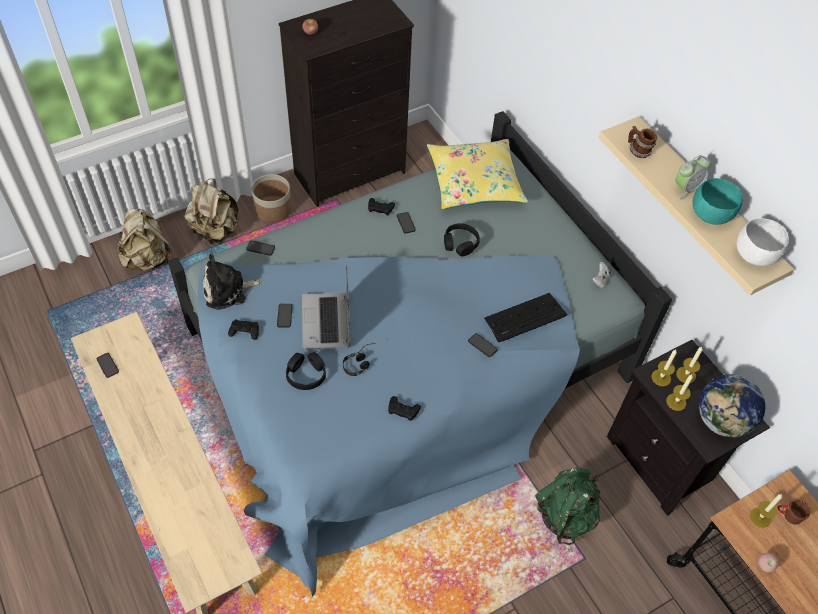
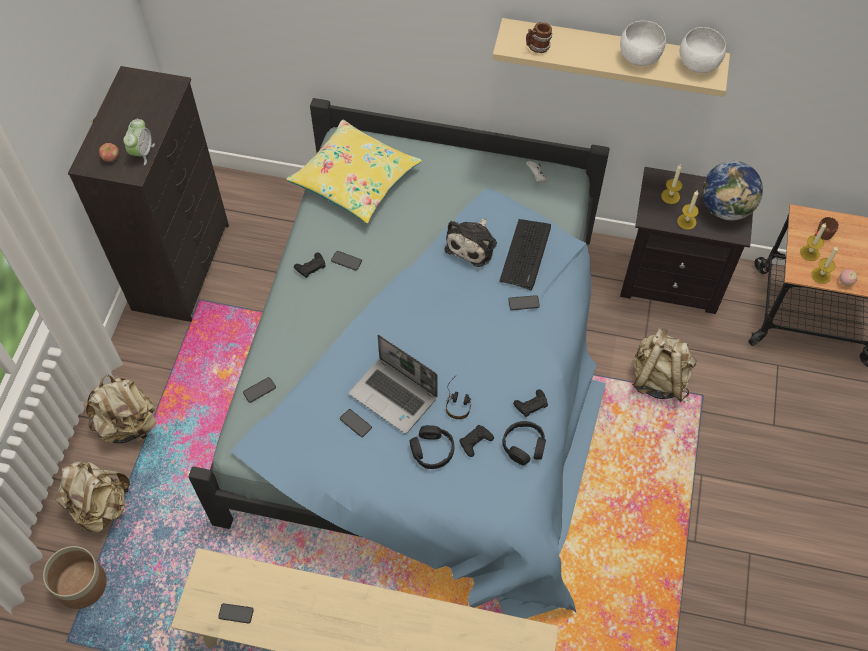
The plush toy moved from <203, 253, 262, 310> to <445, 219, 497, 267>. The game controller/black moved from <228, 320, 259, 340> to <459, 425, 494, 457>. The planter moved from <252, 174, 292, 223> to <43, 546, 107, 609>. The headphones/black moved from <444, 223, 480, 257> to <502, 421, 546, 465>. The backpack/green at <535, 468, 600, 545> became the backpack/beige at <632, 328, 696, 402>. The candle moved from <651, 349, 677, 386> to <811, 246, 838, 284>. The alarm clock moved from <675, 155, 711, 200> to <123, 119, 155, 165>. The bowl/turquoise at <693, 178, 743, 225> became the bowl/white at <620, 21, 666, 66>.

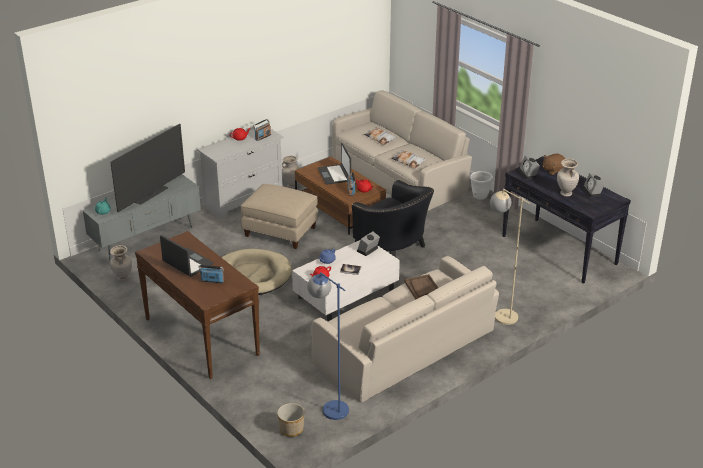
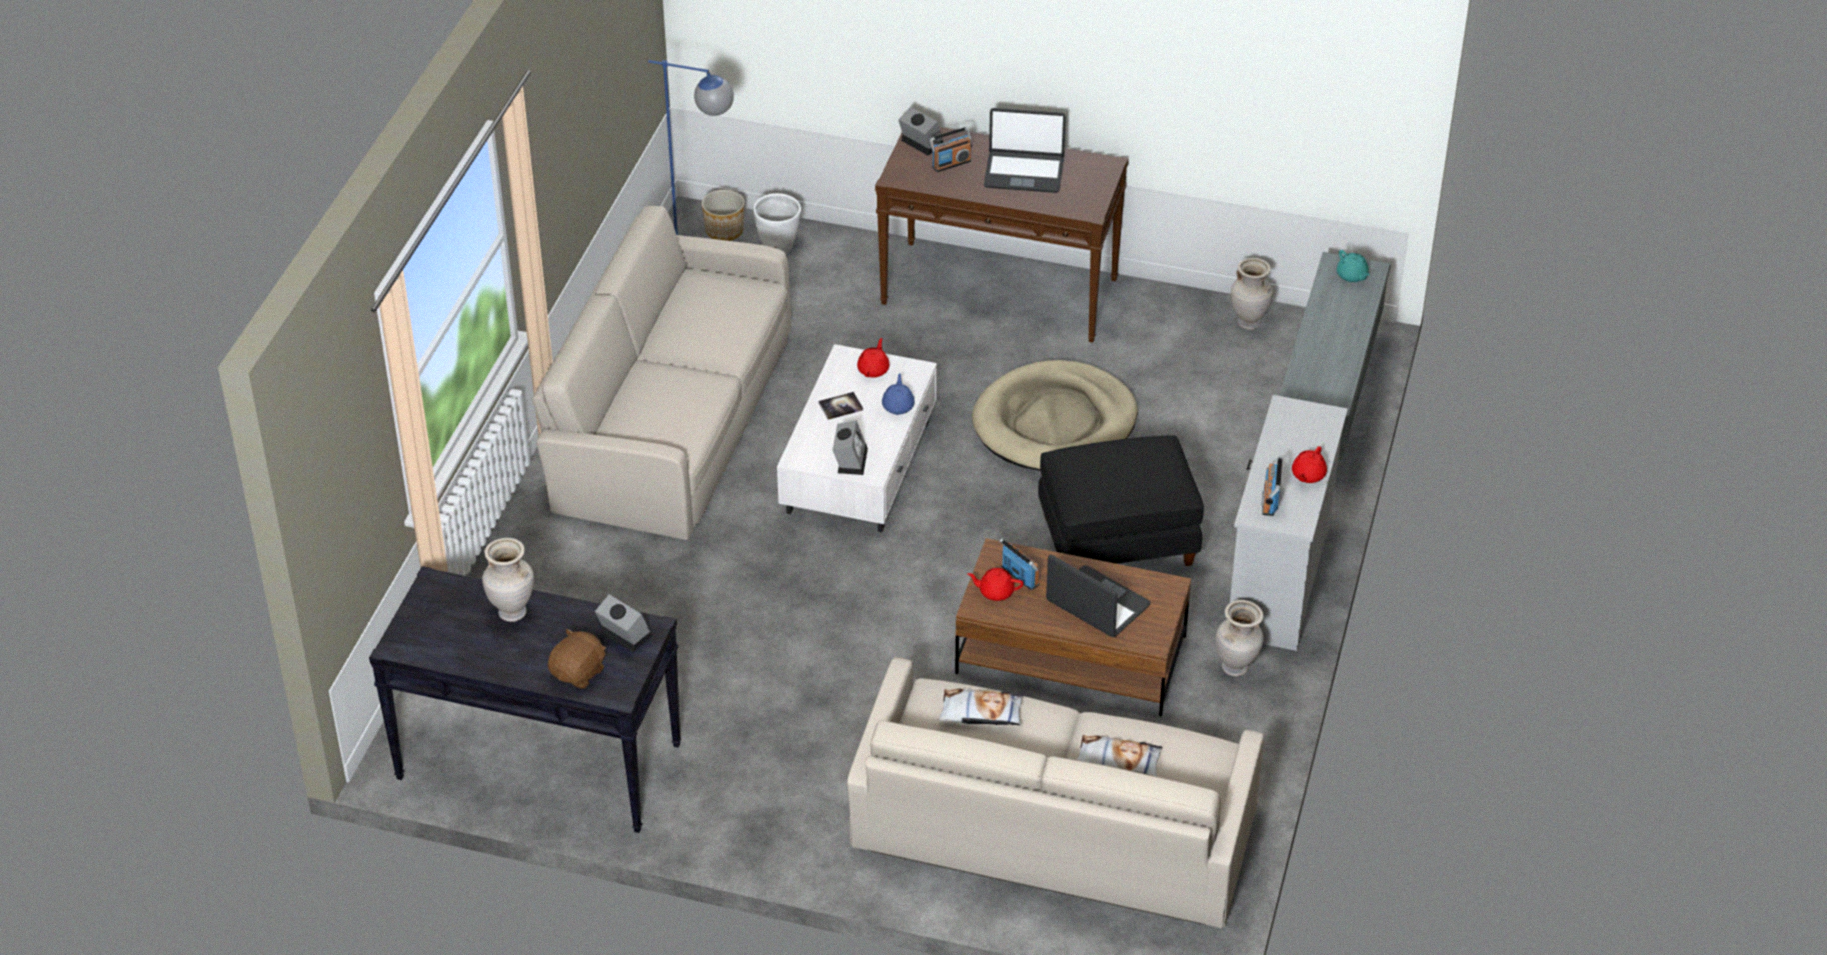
The television at <110, 124, 185, 212> disappeared. The ottoman/beige at <241, 184, 318, 249> became the ottoman/black at <1038, 435, 1204, 566>. The armchair/black at <352, 180, 434, 257> disappeared. The tray/brown at <404, 274, 438, 299> disappeared. The planter/white moved from <470, 171, 493, 200> to <753, 193, 801, 253>. The floor lamp/beige at <490, 189, 529, 325> disappeared. The alarm clock moved from <582, 173, 605, 198> to <898, 107, 943, 155>.

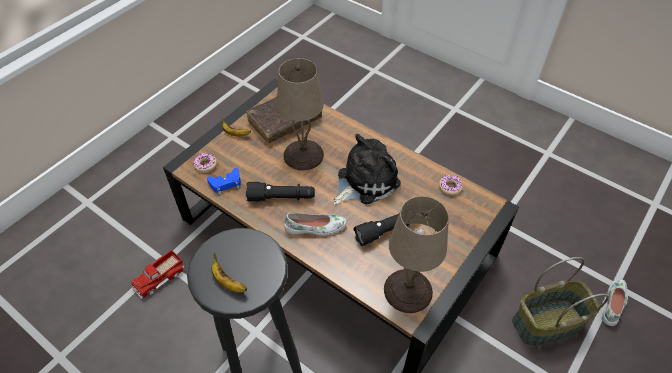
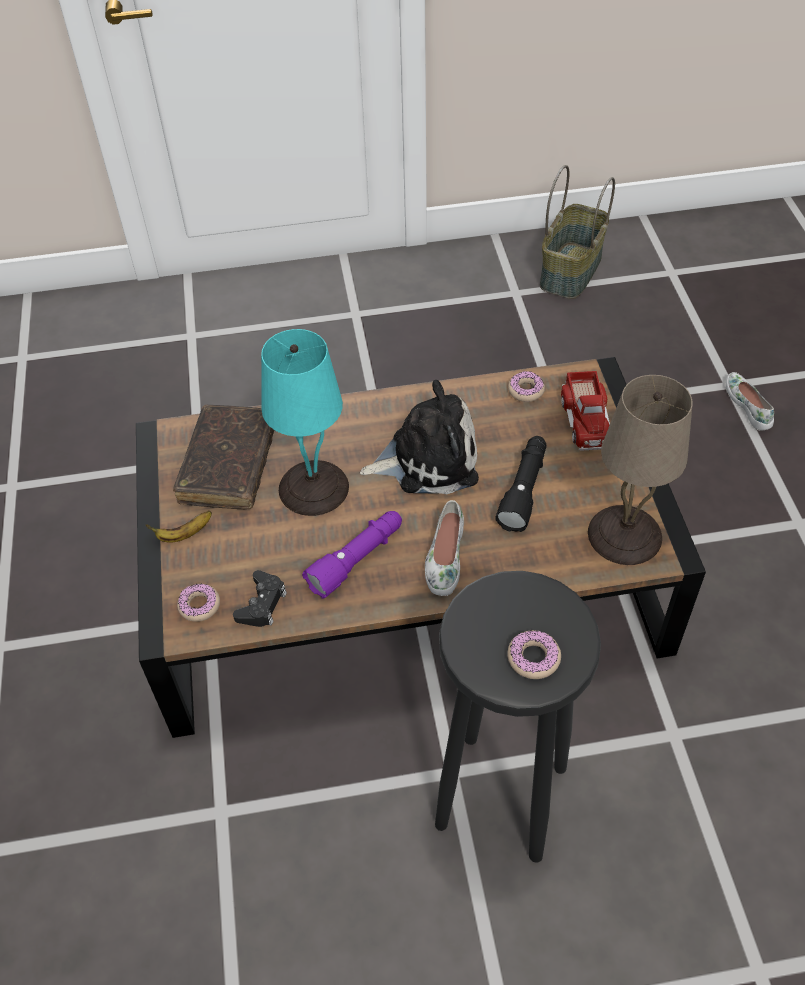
The toy truck moved from <131, 250, 184, 299> to <561, 371, 610, 451>. The game controller/blue at <207, 168, 241, 195> became the game controller/black at <233, 570, 287, 627>. The banana at <211, 253, 247, 293> was replaced by the donut at <507, 630, 561, 679>. The flashlight/black at <246, 182, 315, 201> became the flashlight/purple at <302, 511, 402, 599>. The table lamp/beige at <277, 58, 324, 170> became the table lamp/turquoise at <261, 329, 349, 516>. The shoe/white at <284, 213, 347, 236> turned 150 degrees clockwise. The plush toy at <333, 134, 401, 205> turned 75 degrees clockwise. The basket moved from <512, 257, 609, 346> to <540, 165, 615, 299>.

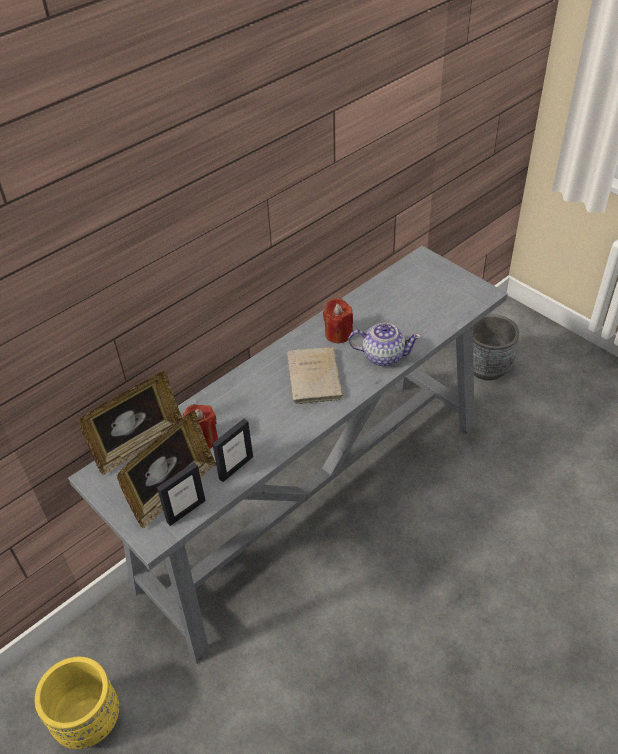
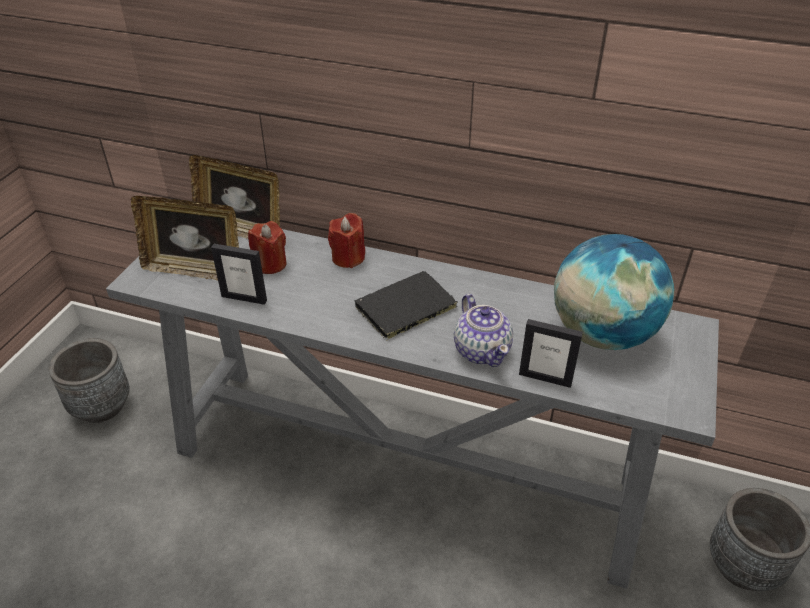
The planter/yellow at <35, 657, 119, 749> became the planter/grey at <49, 338, 130, 423>. The picture frame moved from <157, 462, 206, 526> to <519, 319, 583, 388>. The book/beige at <287, 347, 344, 404> became the book/black at <355, 271, 458, 341>. The candle/red moved from <323, 298, 353, 343> to <328, 213, 365, 268>. The globe at <554, 234, 674, 350> appeared.

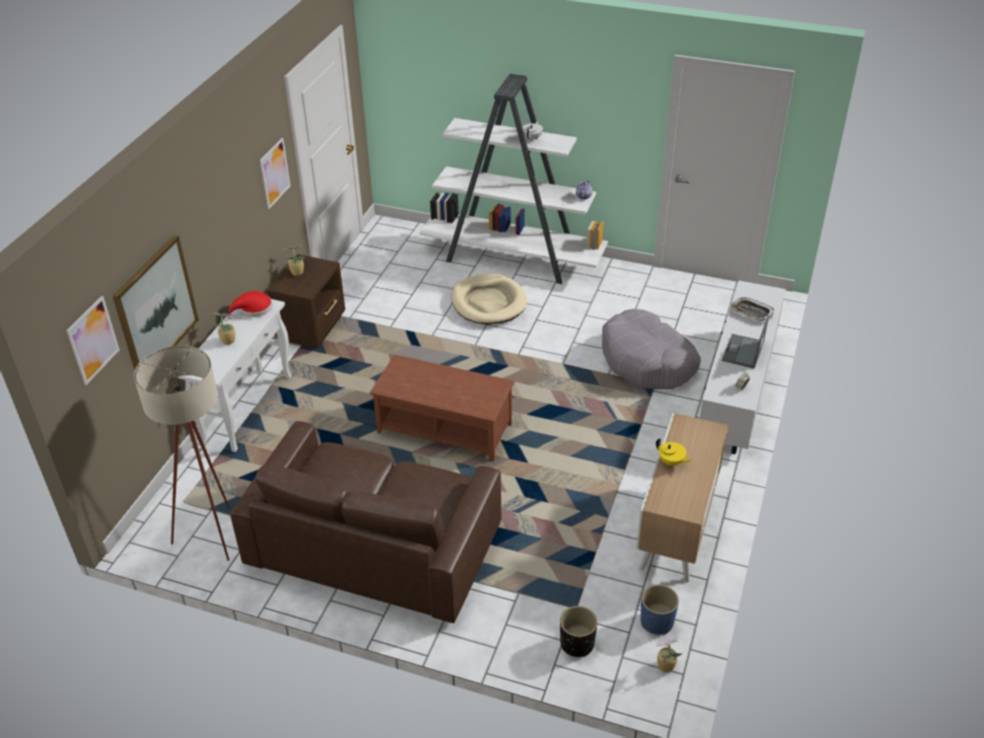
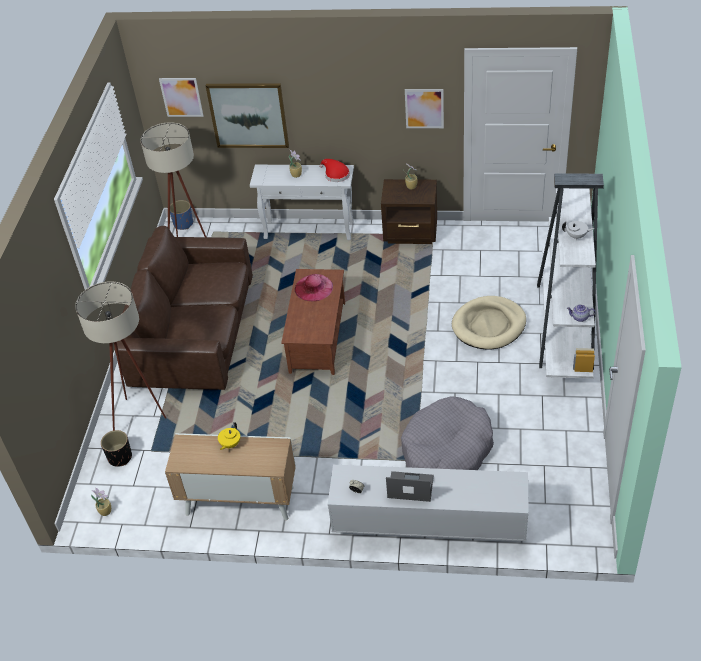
The planter/blue moved from <640, 584, 679, 635> to <170, 200, 193, 230>. The tray at <731, 297, 774, 321> disappeared. The floor lamp/beige at <75, 281, 166, 431> appeared. The hat/pink at <295, 274, 333, 301> appeared.

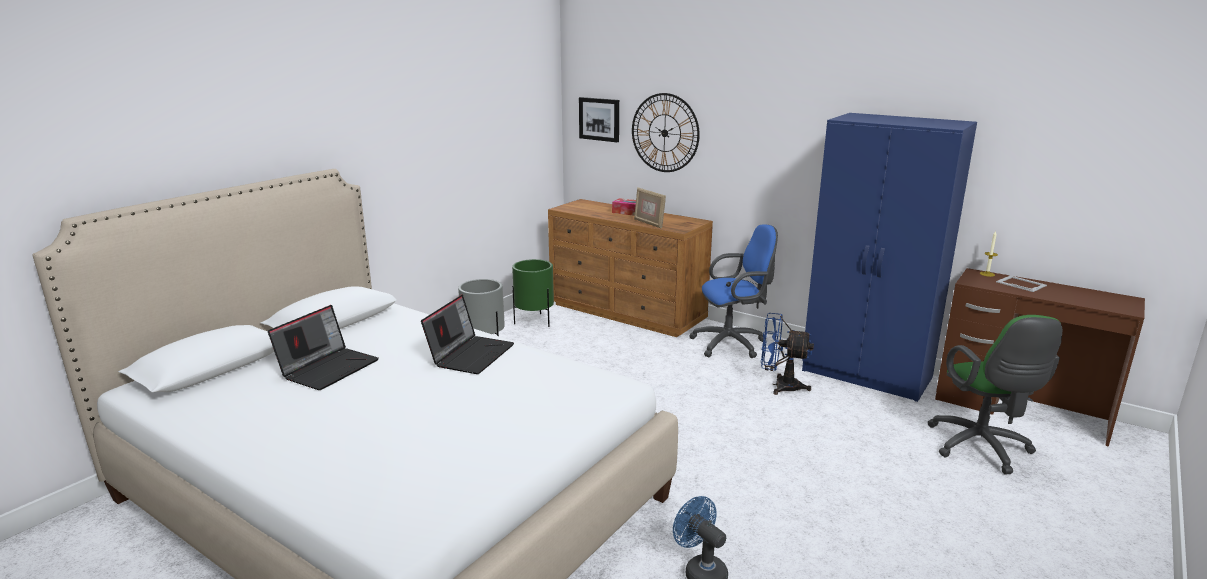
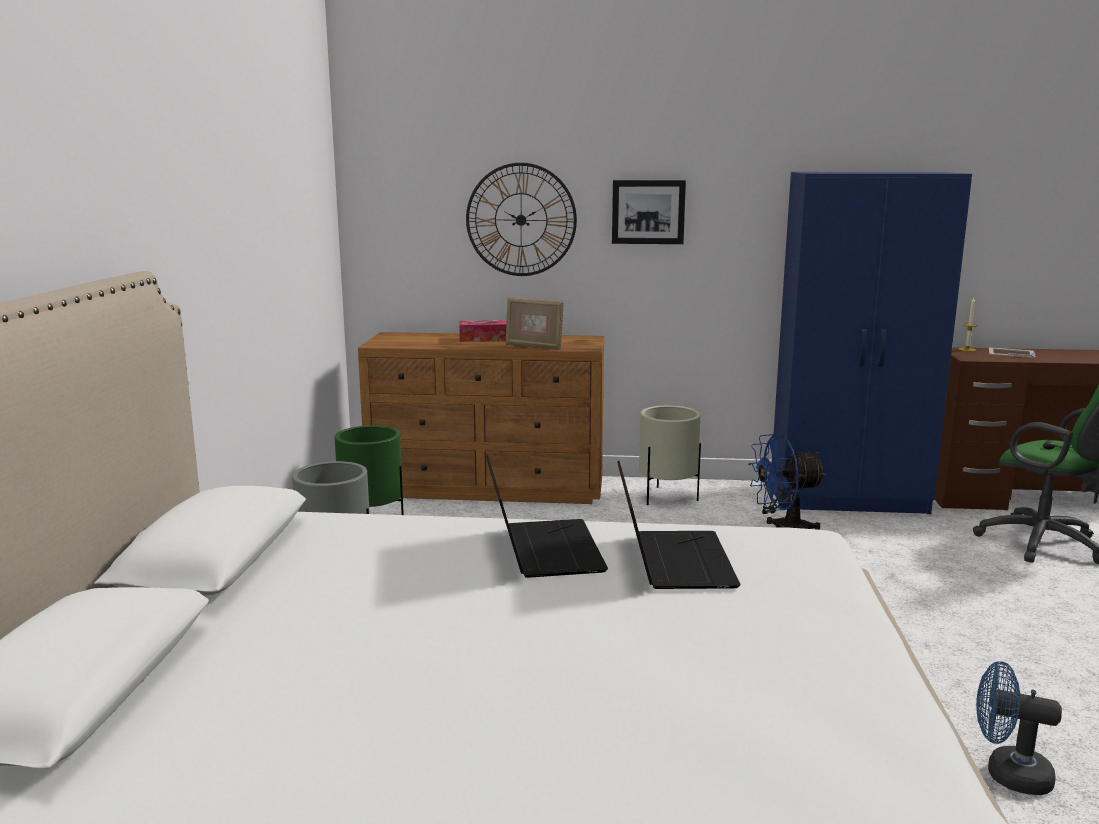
The laptop moved from <268, 305, 379, 390> to <617, 461, 741, 589>. The picture moved from <579, 97, 619, 142> to <612, 180, 686, 244>. The office chair/blue at <689, 224, 778, 358> was replaced by the planter/beige at <639, 406, 701, 505>.

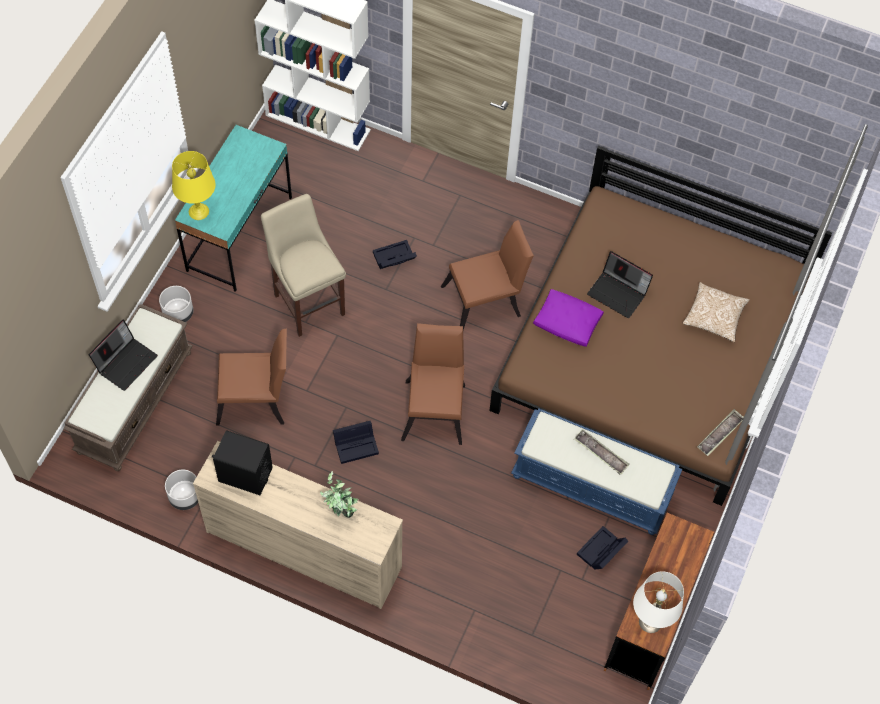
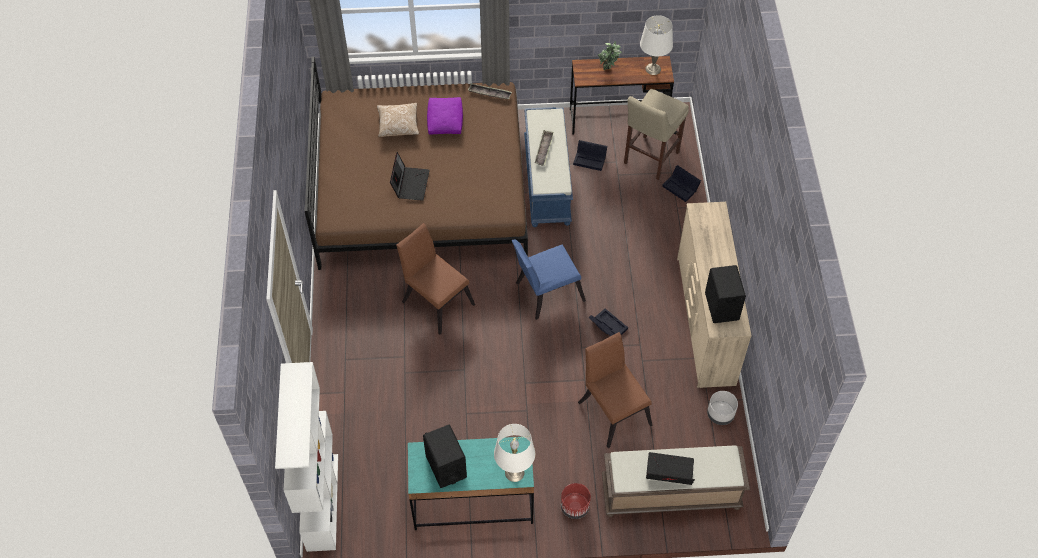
The planter/grey at <159, 286, 193, 322> became the planter/red at <561, 483, 591, 519>. The table lamp/yellow at <172, 151, 216, 220> became the table lamp/white at <494, 424, 535, 482>. The stool/beige moved from <261, 194, 346, 337> to <624, 89, 689, 180>. The potted plant moved from <320, 471, 359, 518> to <598, 42, 622, 70>. The storage box/black moved from <373, 240, 417, 269> to <662, 165, 701, 202>. The chair/brown at <401, 323, 465, 445> became the chair/blue at <512, 239, 586, 320>. The pillow/purple moved from <533, 289, 604, 347> to <427, 97, 463, 135>. The speaker/black at <423, 425, 467, 488> appeared.

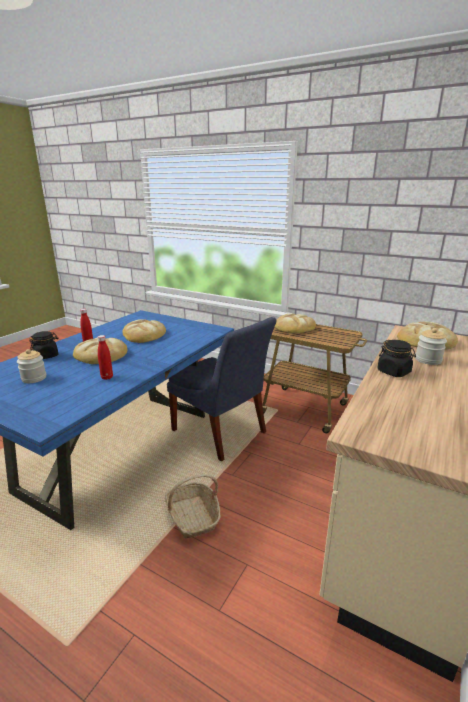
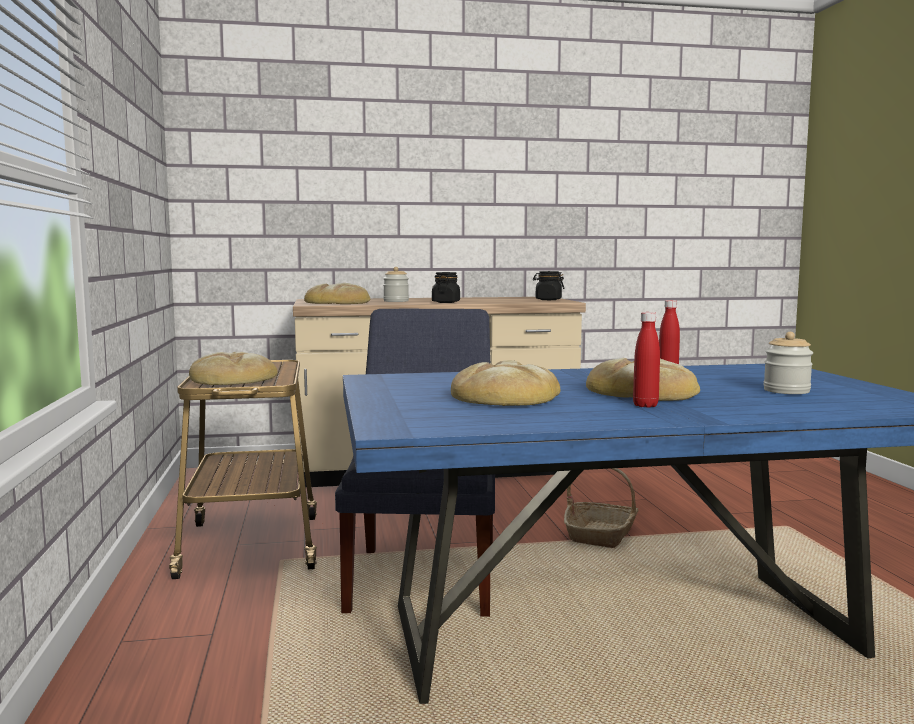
The jar/black moved from <30, 331, 58, 359> to <533, 271, 565, 300>.

